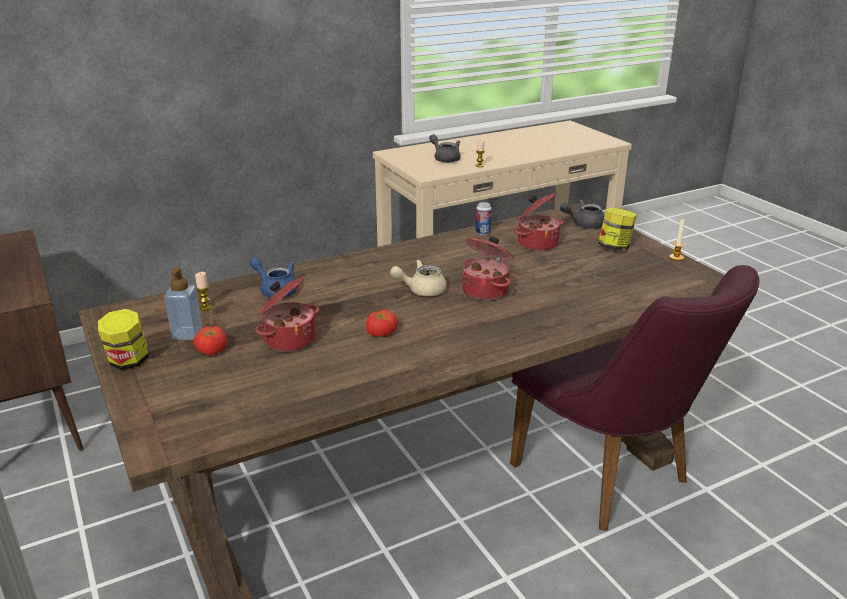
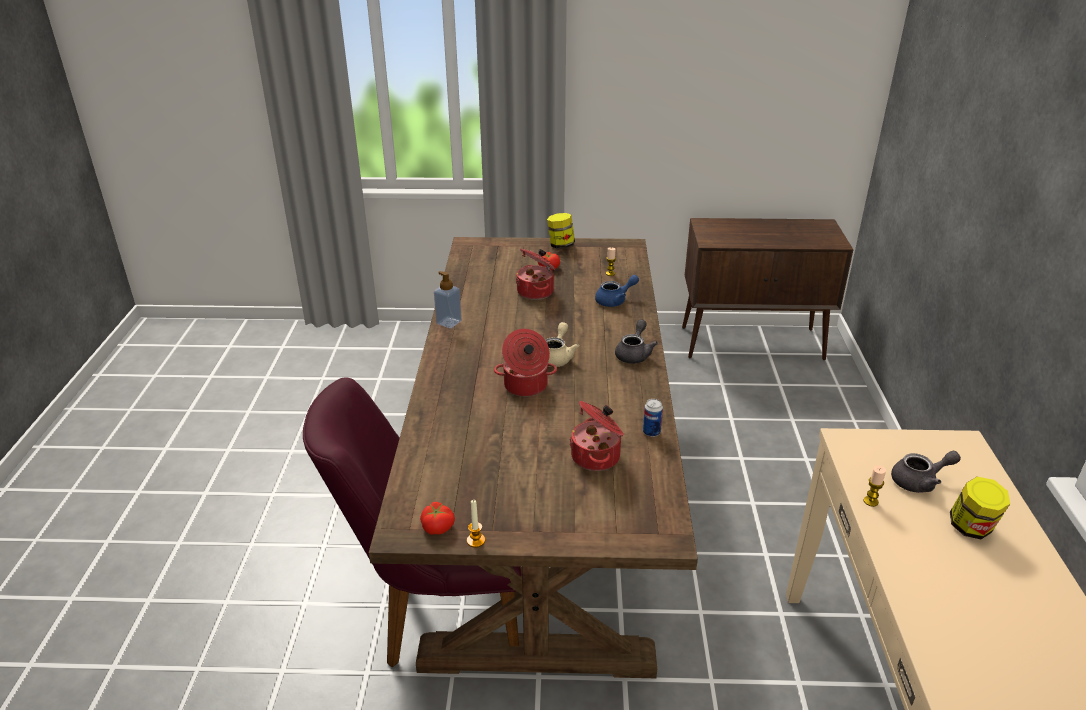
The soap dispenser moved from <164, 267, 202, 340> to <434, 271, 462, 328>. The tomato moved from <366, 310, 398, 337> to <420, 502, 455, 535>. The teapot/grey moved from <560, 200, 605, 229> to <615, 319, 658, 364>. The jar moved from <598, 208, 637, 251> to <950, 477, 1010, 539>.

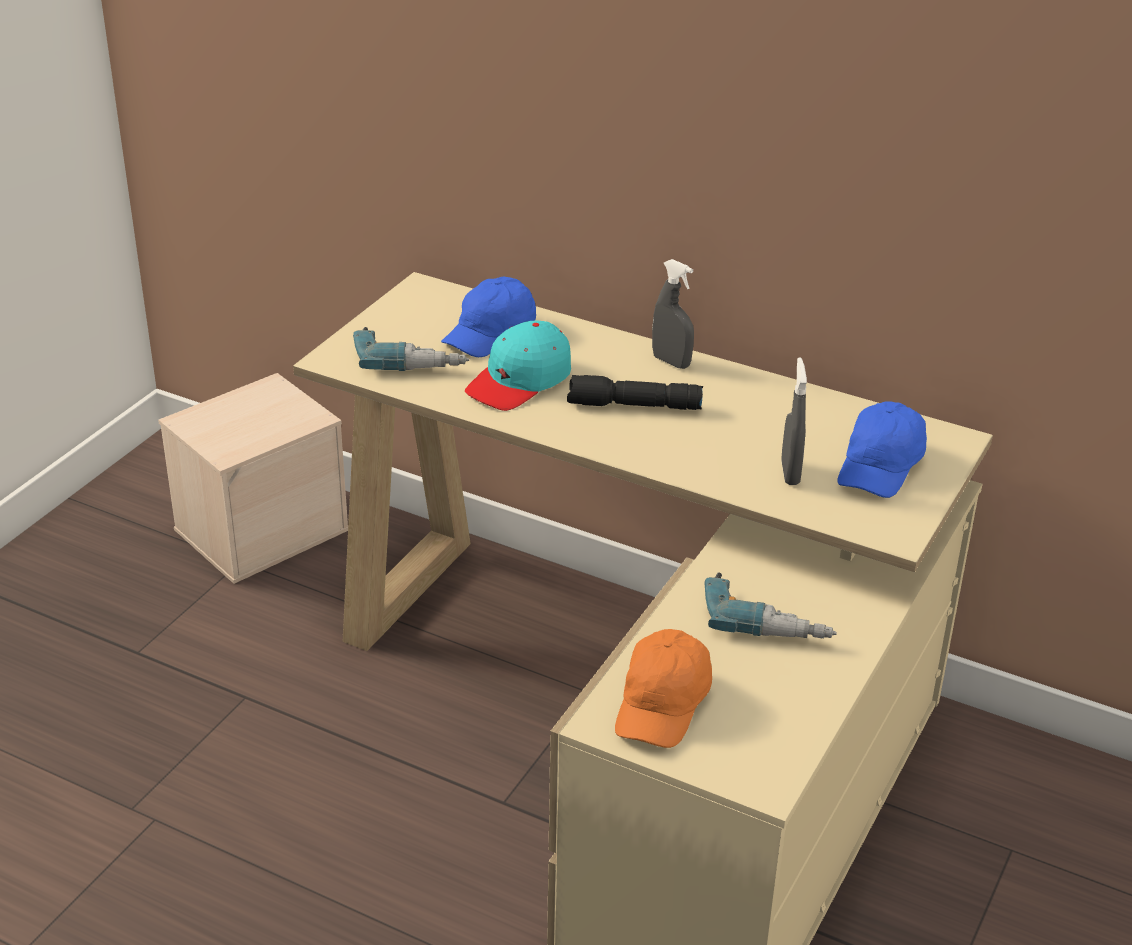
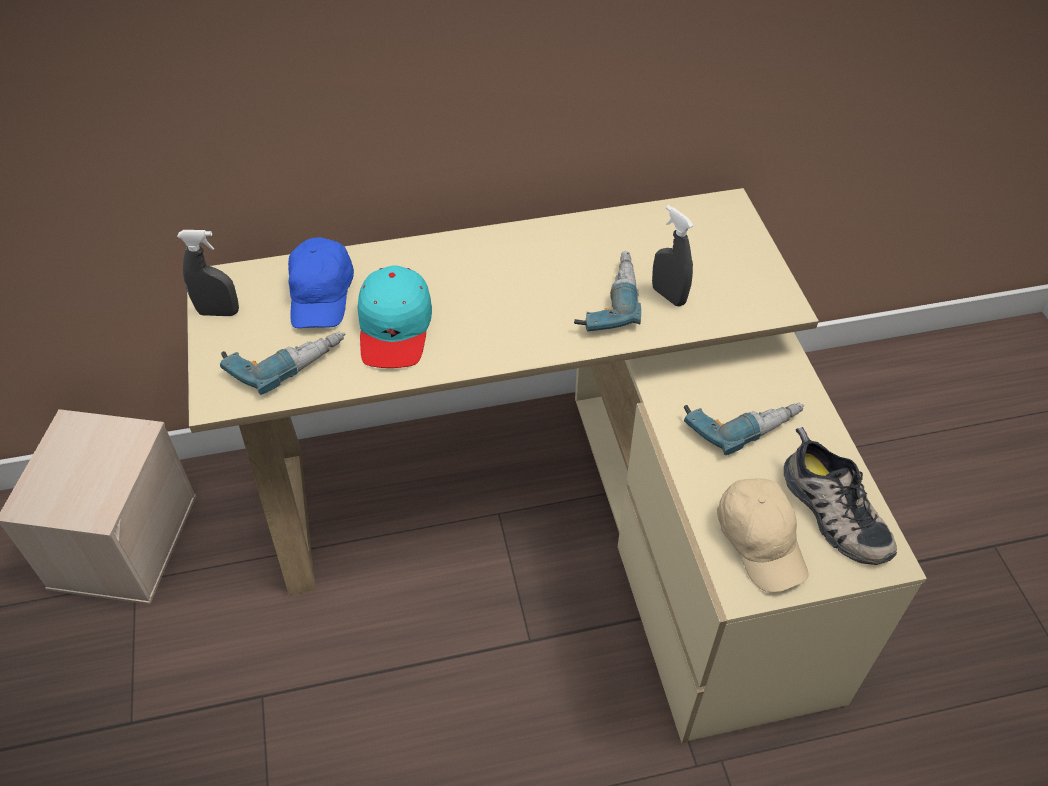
The flashlight/black at <567, 375, 703, 410> disappeared. The cap/orange at <615, 629, 712, 748> became the cap/beige at <717, 478, 809, 592>. The spray bottle/grey moved from <652, 259, 694, 369> to <177, 230, 239, 316>. The cap/blue at <837, 402, 927, 498> disappeared. The power drill at <574, 251, 641, 332> appeared. The shoe at <784, 427, 897, 565> appeared.

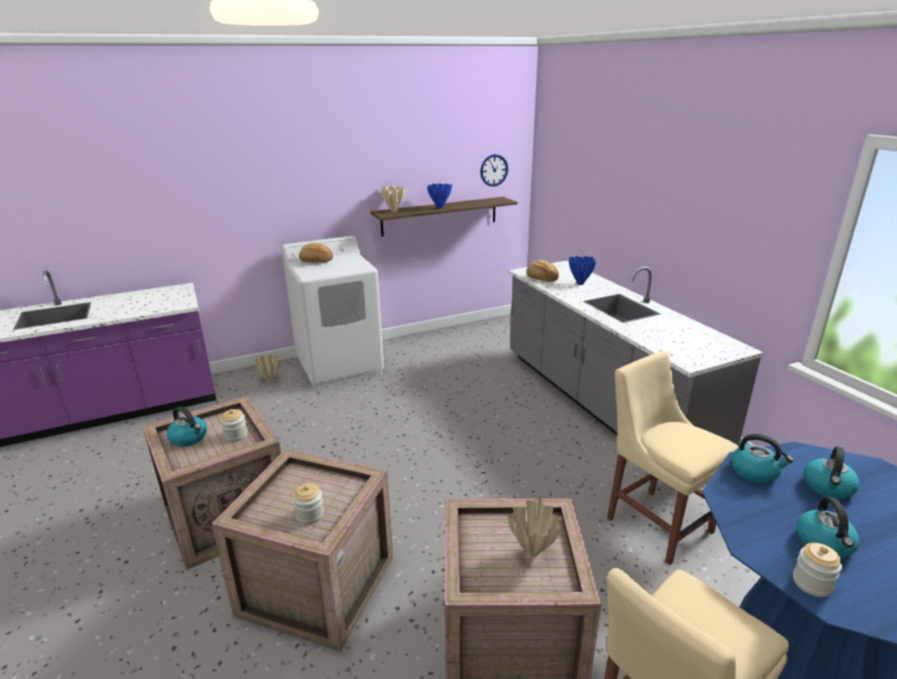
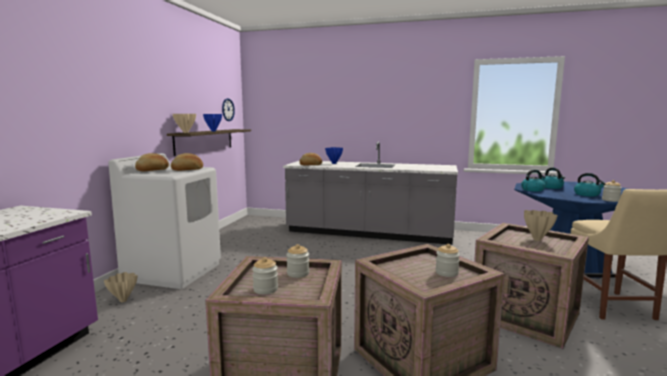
The kettle at <167, 406, 207, 447> was replaced by the jar at <252, 257, 278, 294>. The chair/beige at <607, 351, 739, 565> disappeared. The bread at <171, 153, 203, 171> appeared.

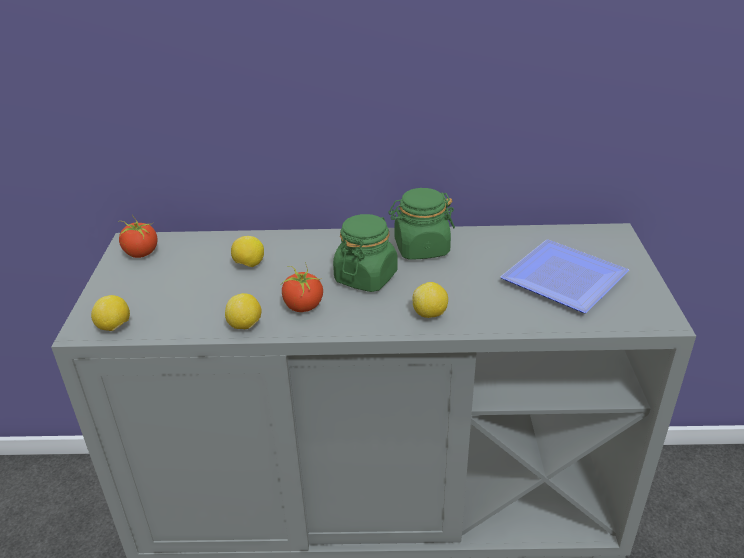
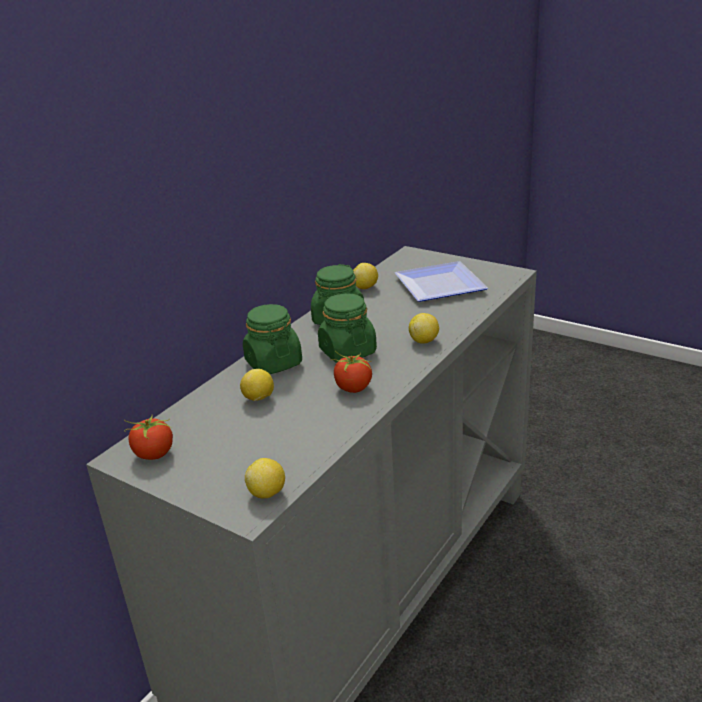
The lemon moved from <225, 293, 261, 329> to <353, 263, 378, 289>. The jar/green at <243, 304, 302, 374> appeared.

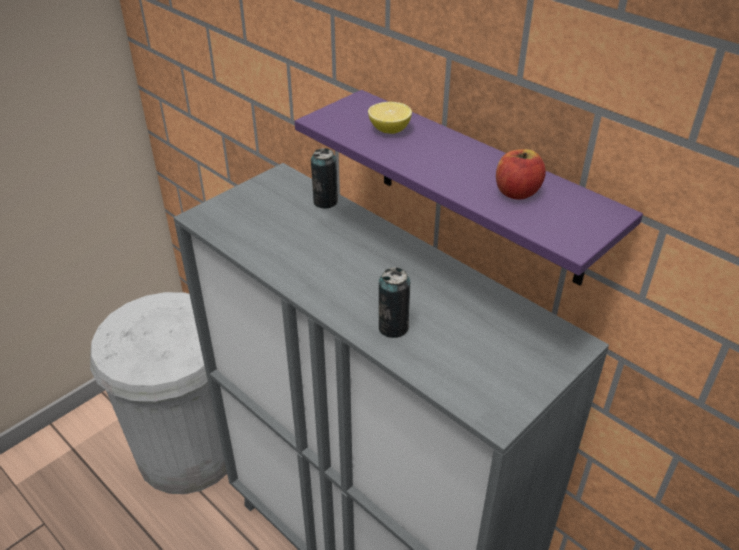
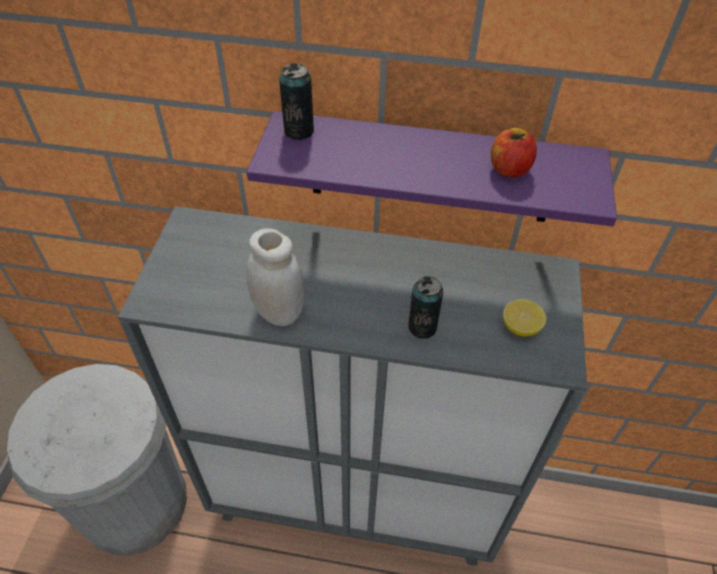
The can moved from <311, 148, 338, 209> to <279, 63, 314, 140>. The lemon moved from <368, 102, 412, 134> to <503, 299, 546, 336>. The jar/white at <246, 228, 305, 326> appeared.

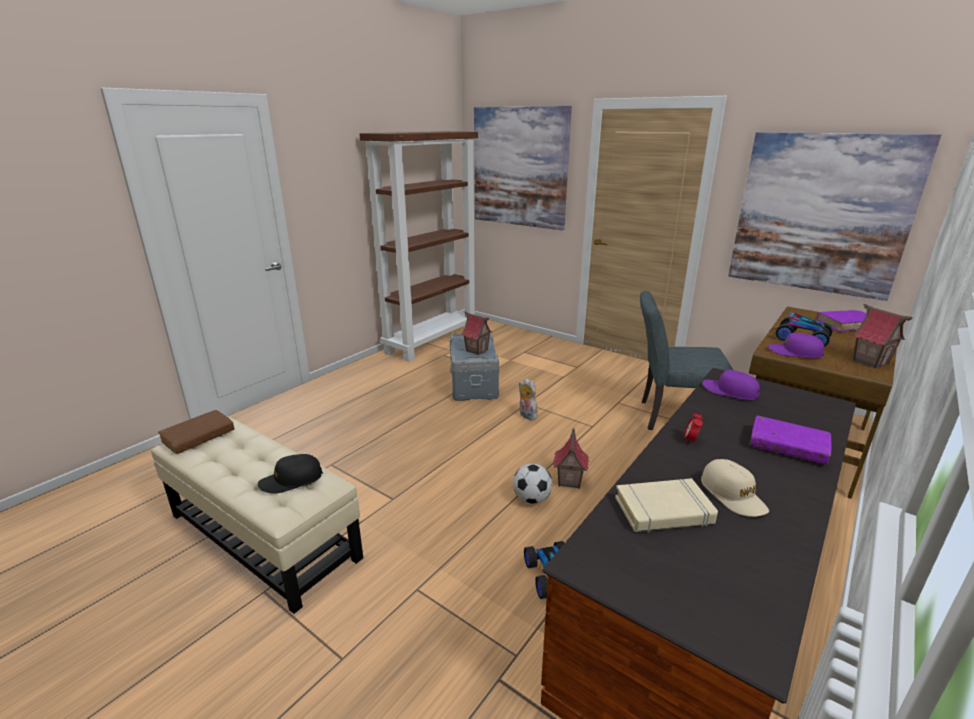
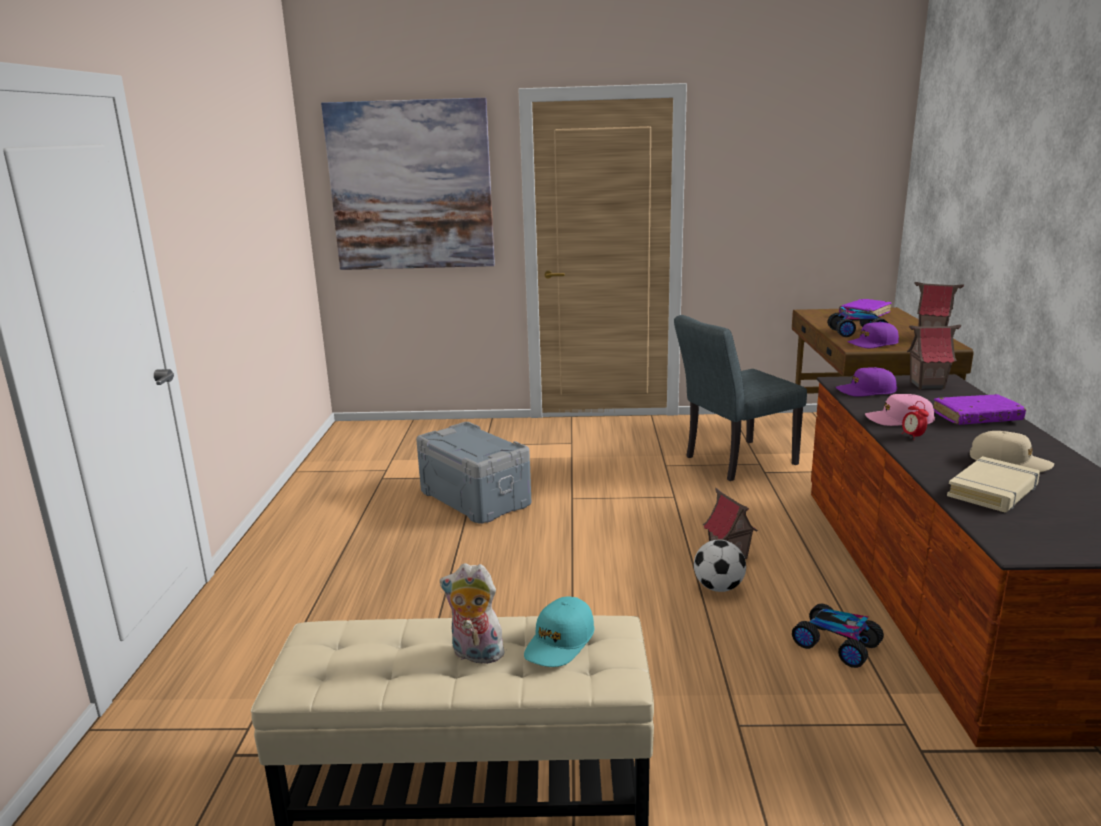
The book/brown at <158, 410, 234, 454> disappeared. The cap/black at <258, 454, 323, 494> became the cap/turquoise at <524, 597, 594, 667>. The bookcase/brown at <360, 131, 478, 362> disappeared. The toy house moved from <461, 312, 492, 355> to <907, 325, 961, 389>. The plush toy moved from <519, 378, 538, 420> to <440, 563, 508, 664>. The picture at <728, 132, 941, 301> disappeared. The cap/pink at <865, 394, 935, 426> appeared.

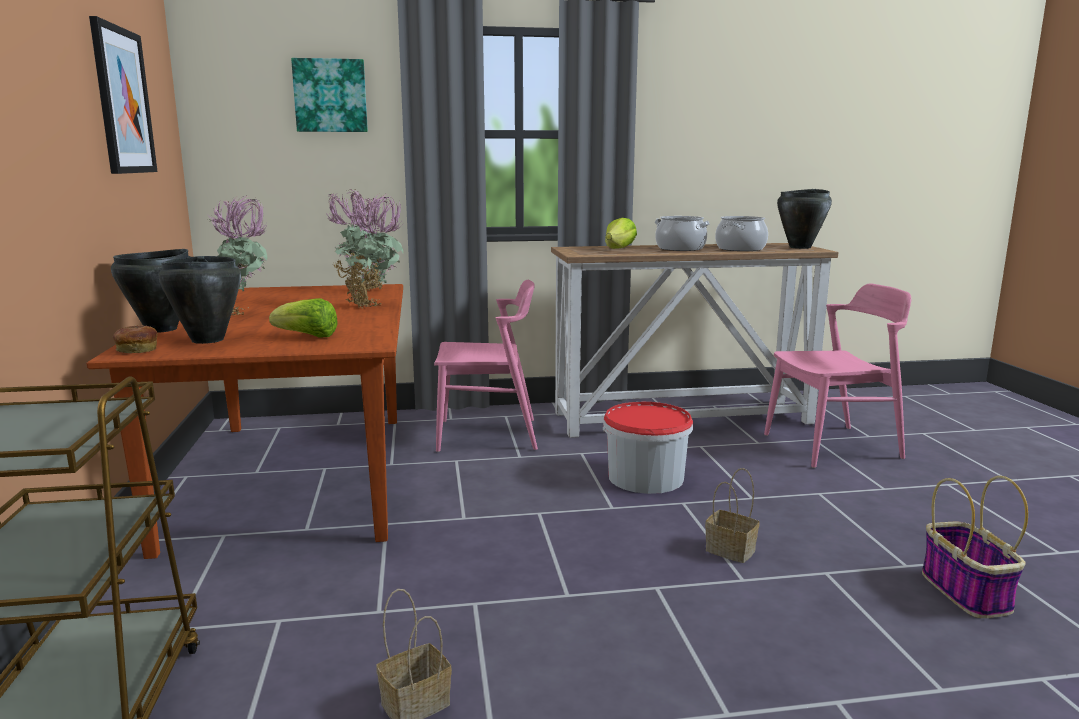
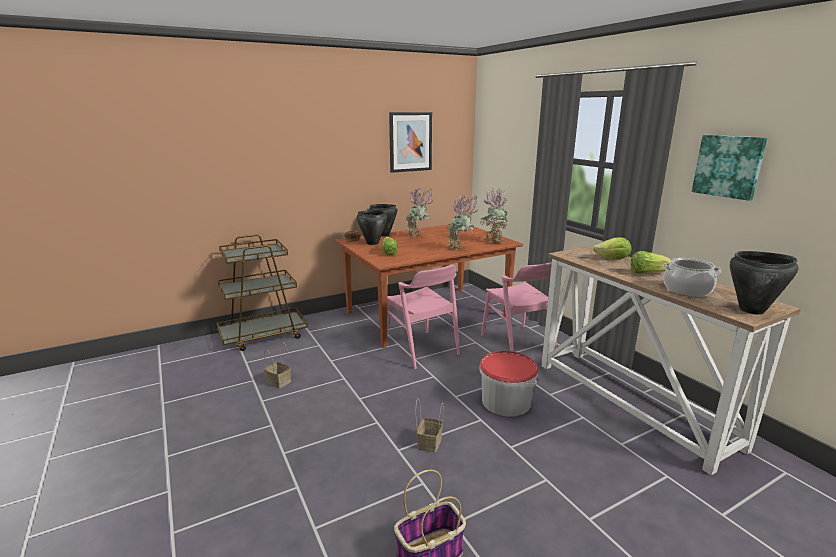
The picture moved from <291, 58, 368, 132> to <692, 135, 767, 201>. The cooking pot at <655, 216, 710, 251> was replaced by the lettuce at <631, 251, 671, 274>. The chair/pink moved from <764, 283, 911, 468> to <387, 265, 460, 369>.

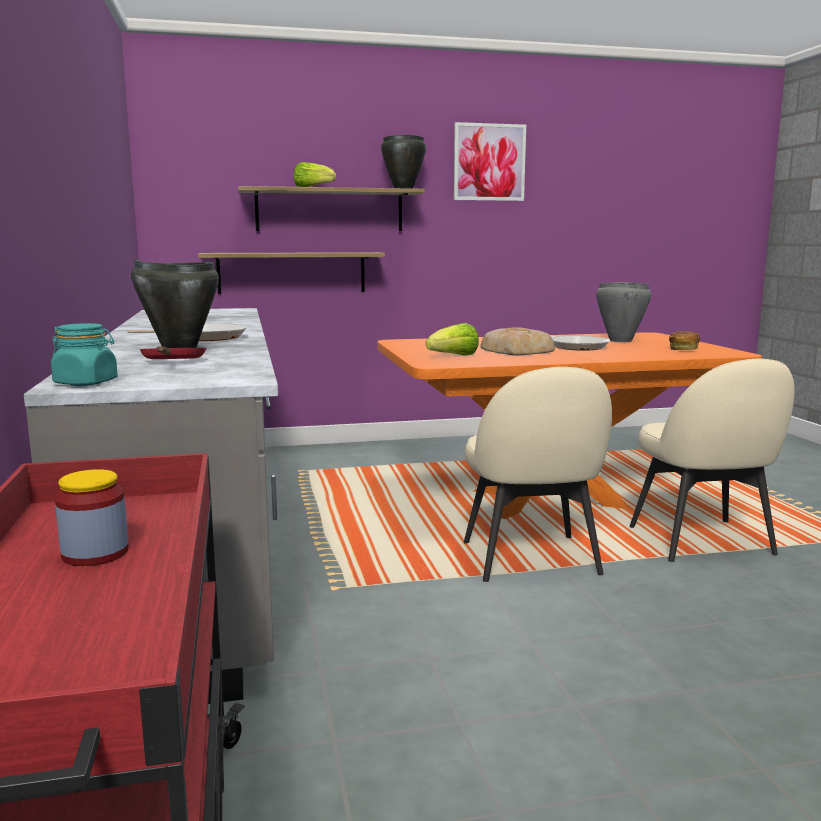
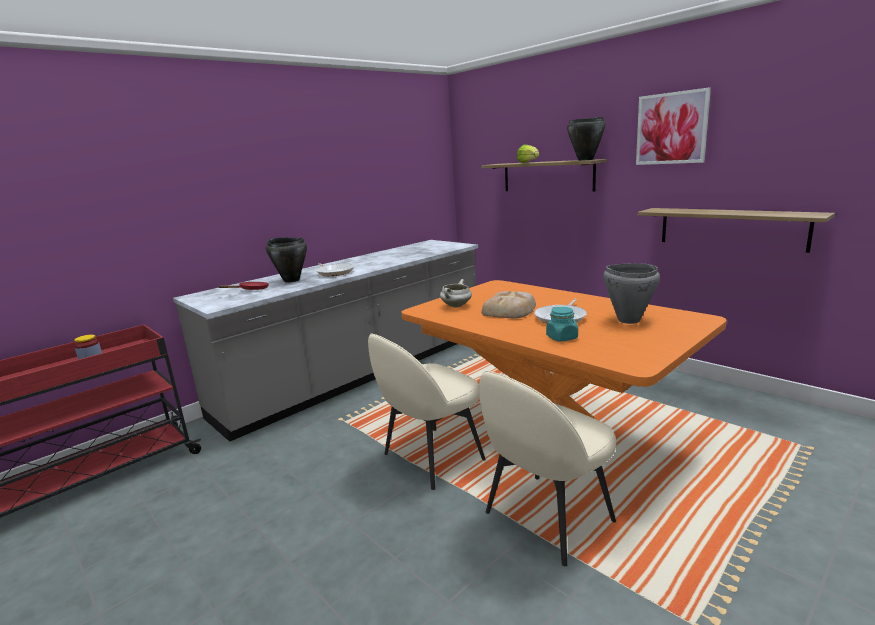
The jar/turquoise moved from <51, 323, 118, 386> to <546, 307, 578, 342>. The shelf moved from <198, 252, 385, 294> to <637, 208, 835, 253>. The lettuce at <426, 323, 479, 356> was replaced by the cooking pot/white at <440, 279, 472, 307>. The bread at <669, 331, 700, 350> disappeared.

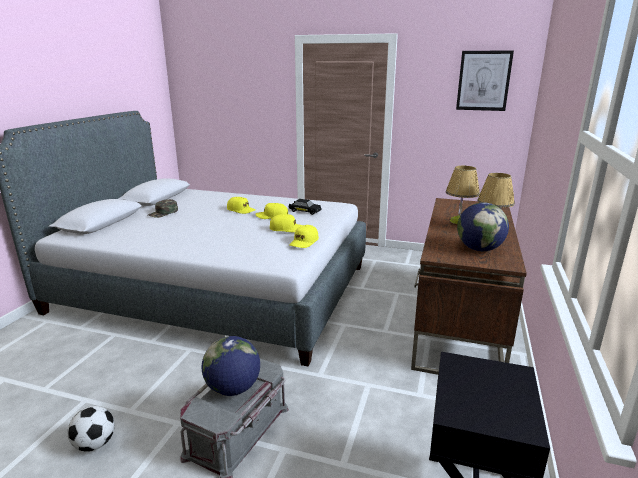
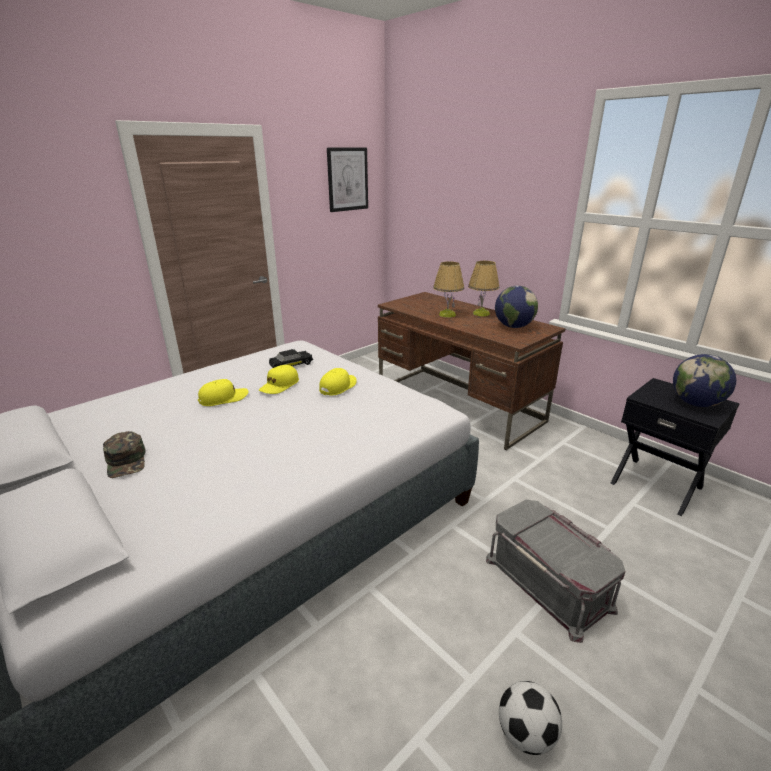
The globe moved from <202, 336, 260, 396> to <673, 354, 736, 407>. The cap/yellow at <289, 225, 319, 248> disappeared.

